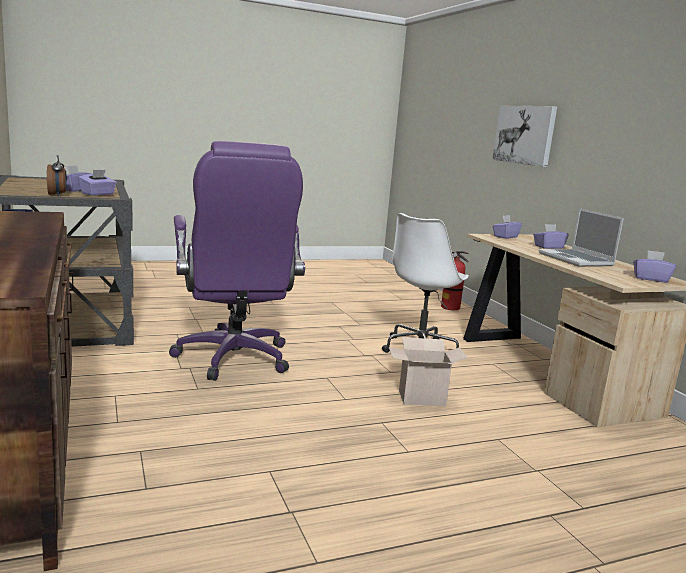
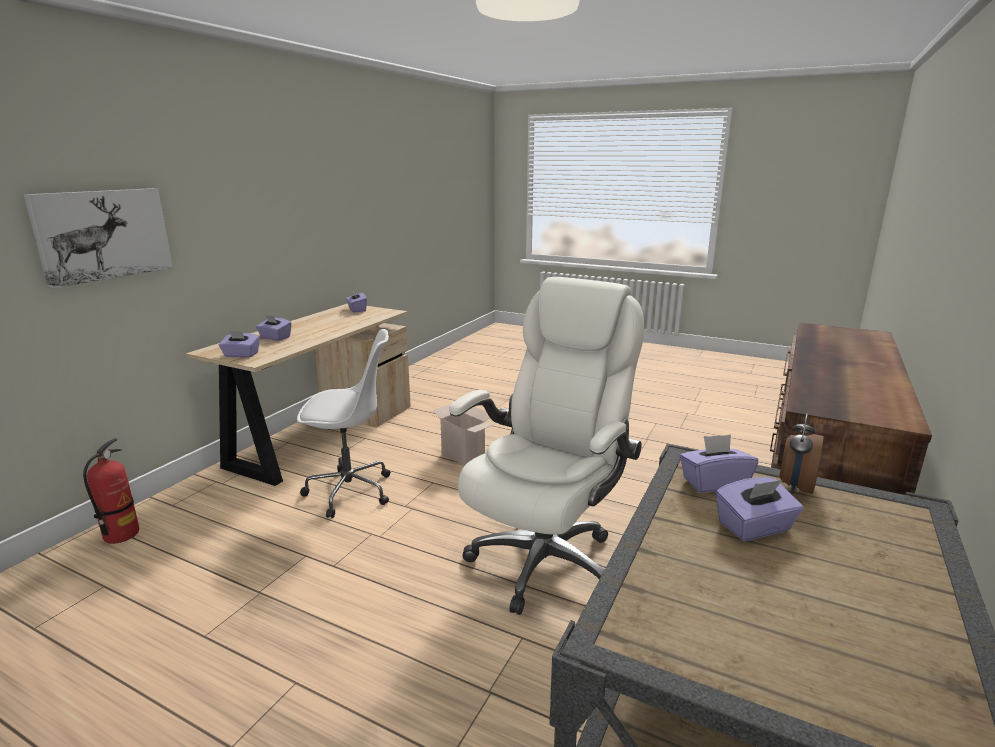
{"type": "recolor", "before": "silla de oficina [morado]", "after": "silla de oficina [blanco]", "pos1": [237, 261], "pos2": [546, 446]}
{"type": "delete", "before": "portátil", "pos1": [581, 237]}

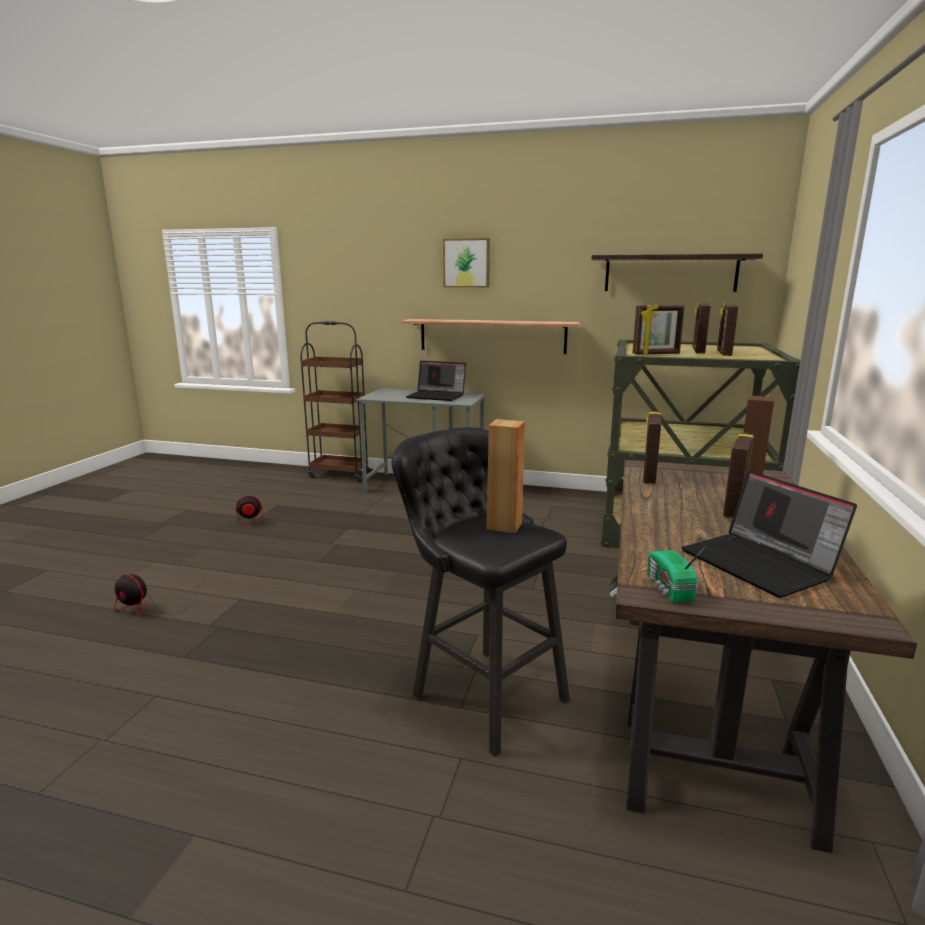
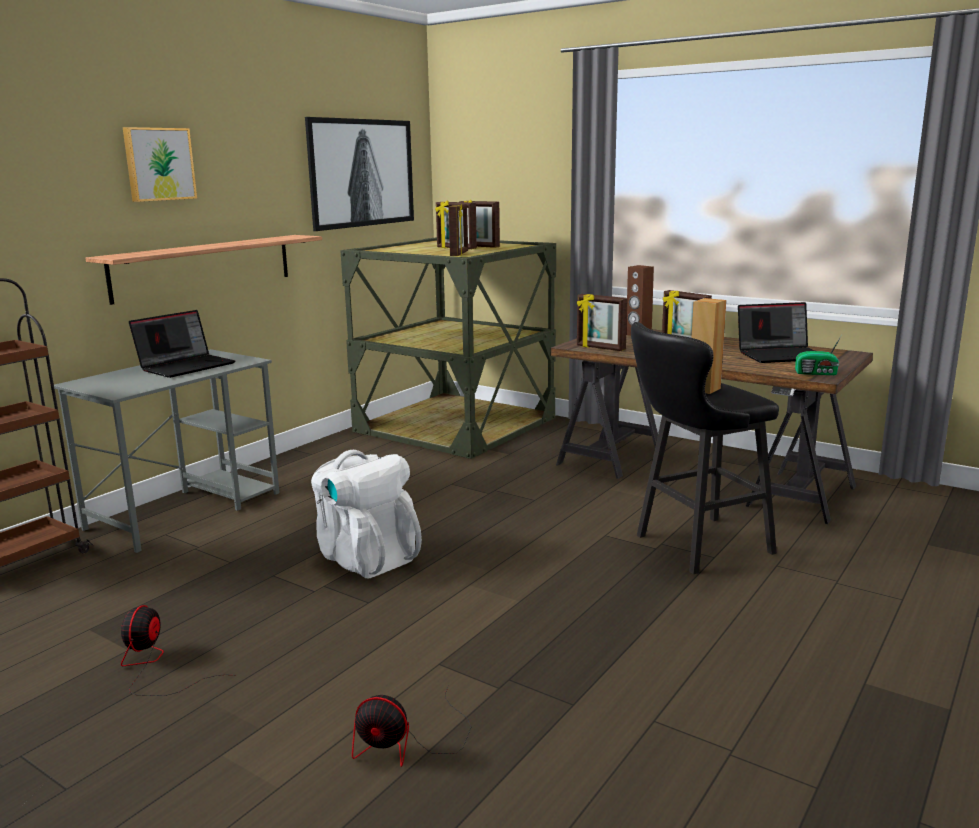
{"type": "replace", "before": "estante", "after": "cuadro", "pos1": [677, 273], "pos2": [359, 174]}
{"type": "insert", "after": "mochila [blanco]", "pos2": [366, 514]}
{"type": "rotate", "before": "ventilador", "pos1": [160, 595], "pos2": [411, 726], "turn": 60}

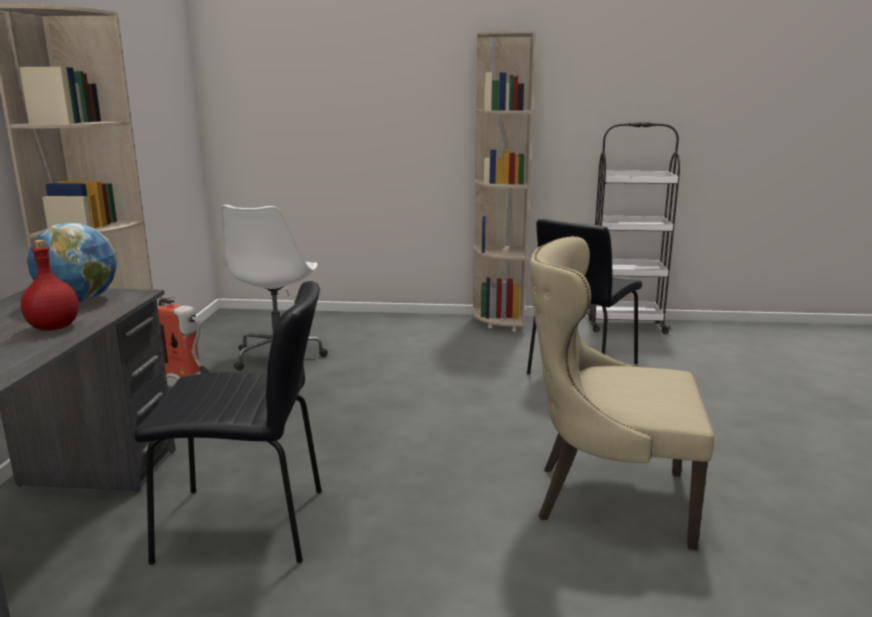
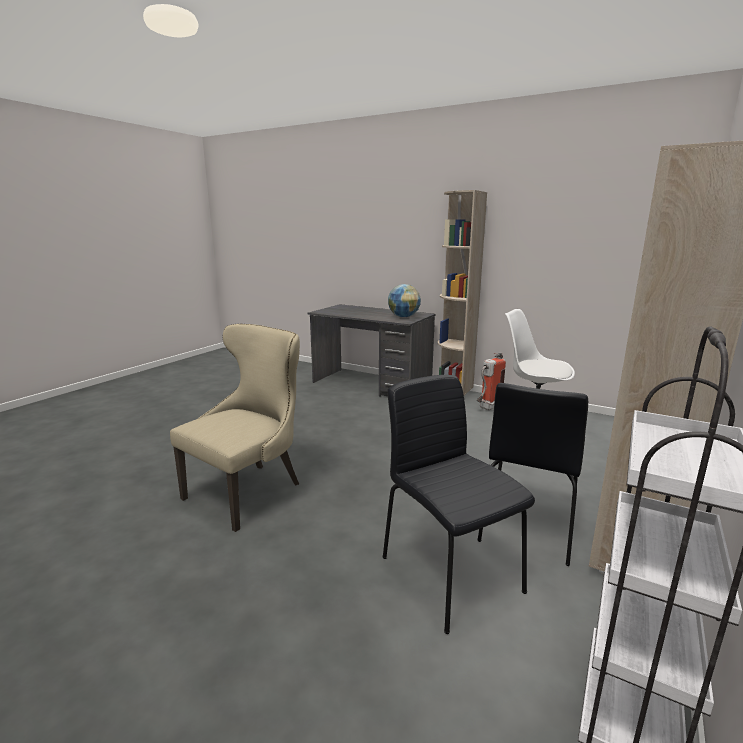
{"type": "move", "before": "silla [negro]", "pos1": [228, 423], "pos2": [532, 474]}
{"type": "delete", "before": "botella [rojo]", "pos1": [50, 285]}

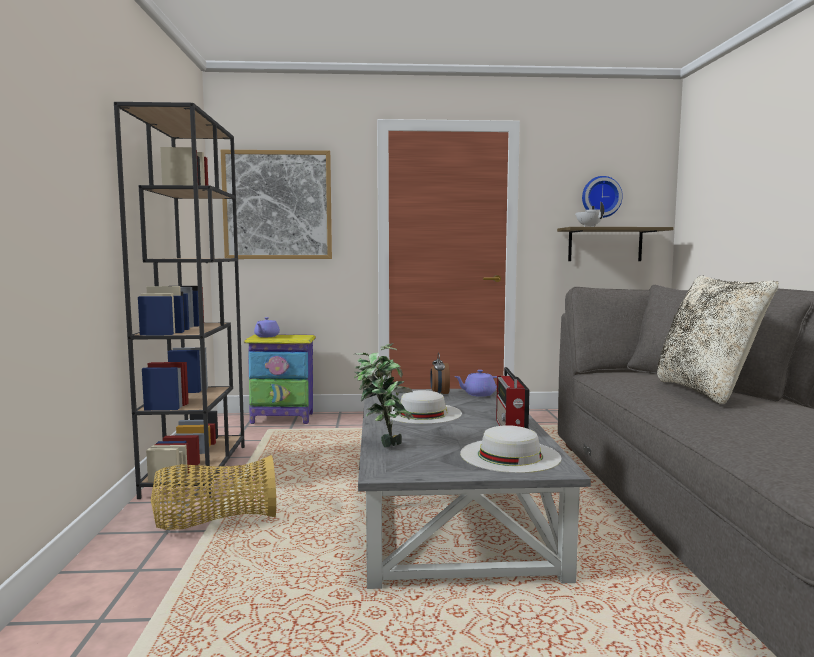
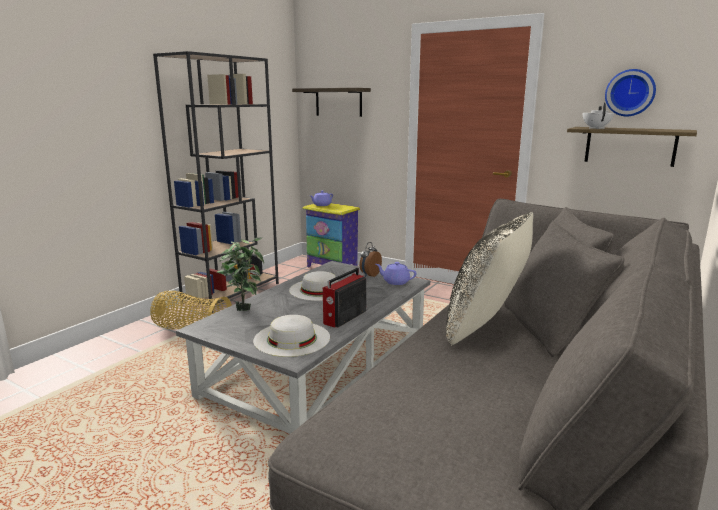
{"type": "replace", "before": "cuadro", "after": "estante", "pos1": [276, 204], "pos2": [331, 102]}

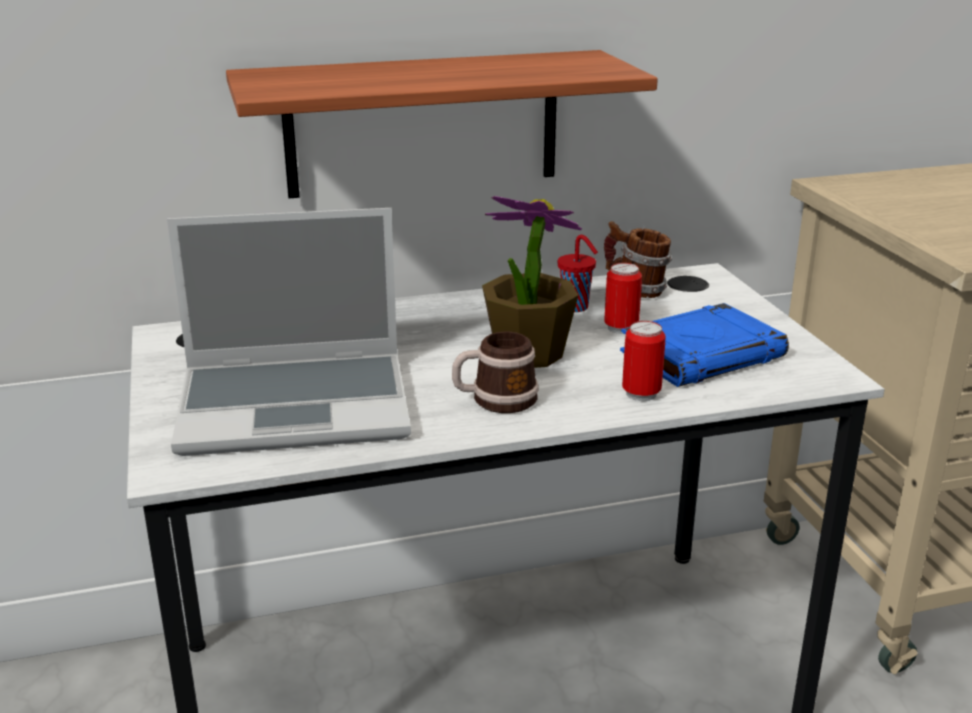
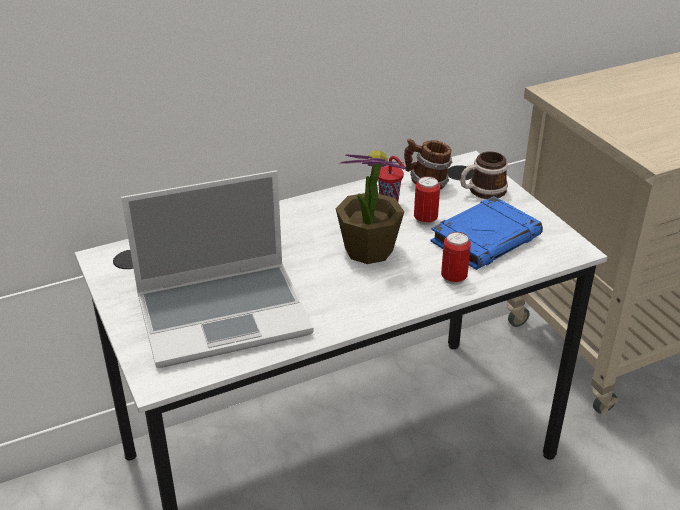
{"type": "move", "before": "taza grande", "pos1": [495, 372], "pos2": [484, 175]}
{"type": "delete", "before": "estante", "pos1": [442, 124]}

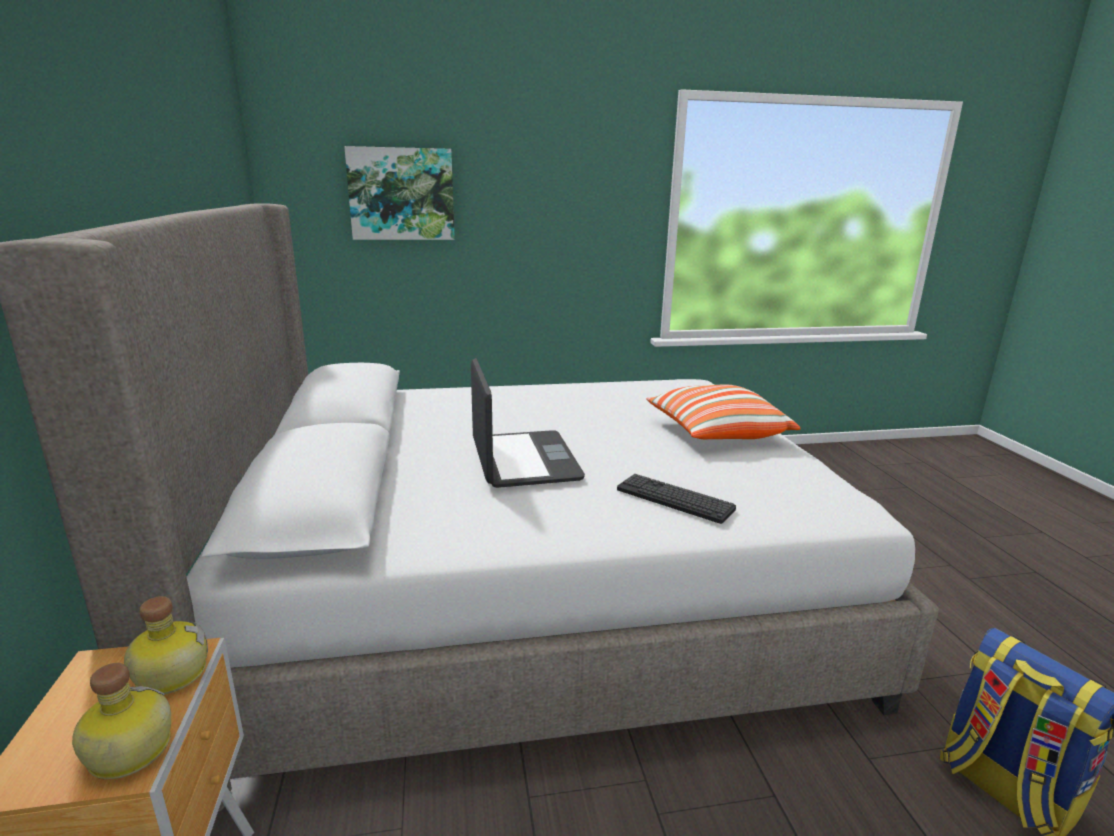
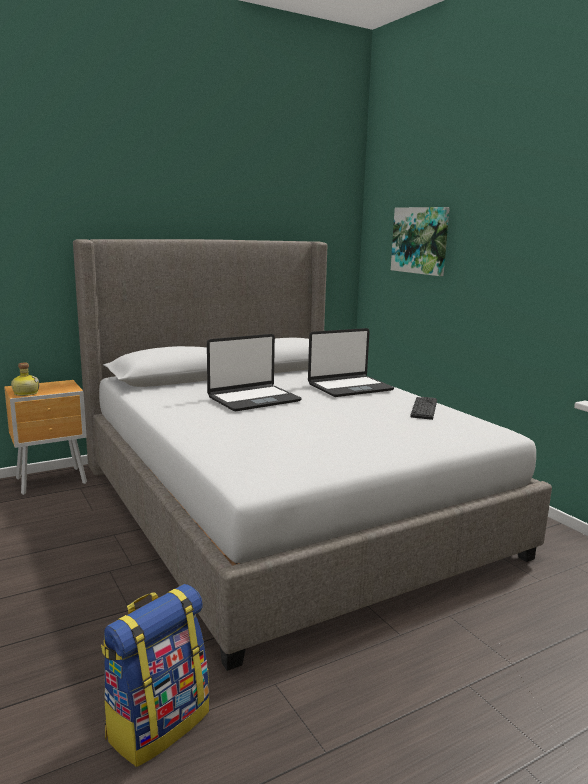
{"type": "insert", "after": "portátil", "pos2": [351, 362]}
{"type": "move", "before": "teclado", "pos1": [676, 499], "pos2": [423, 408]}
{"type": "delete", "before": "botella", "pos1": [166, 645]}
{"type": "delete", "before": "cojín", "pos1": [723, 412]}

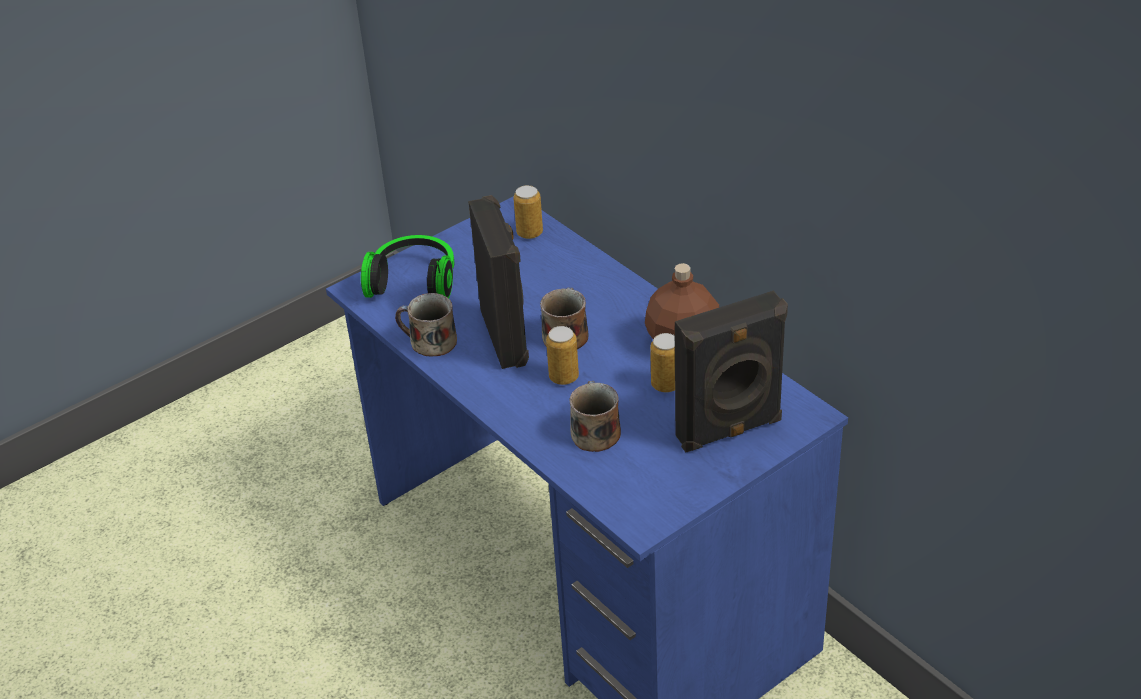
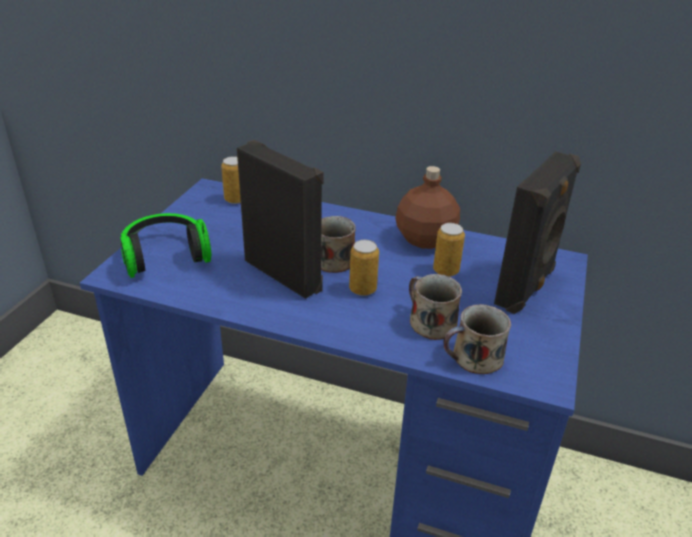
{"type": "move", "before": "taza grande", "pos1": [426, 324], "pos2": [477, 339]}

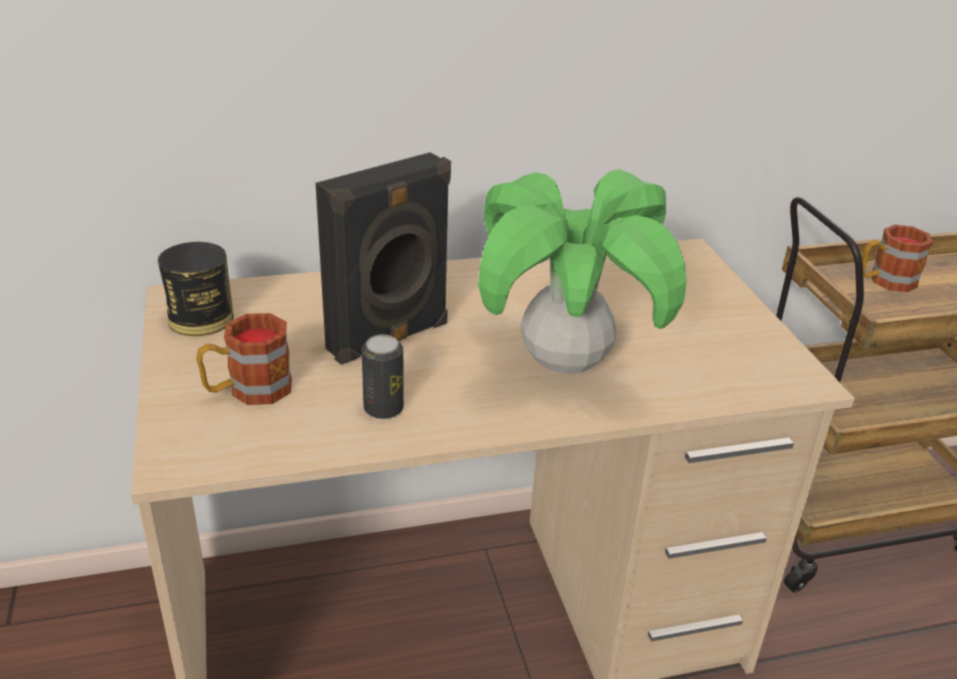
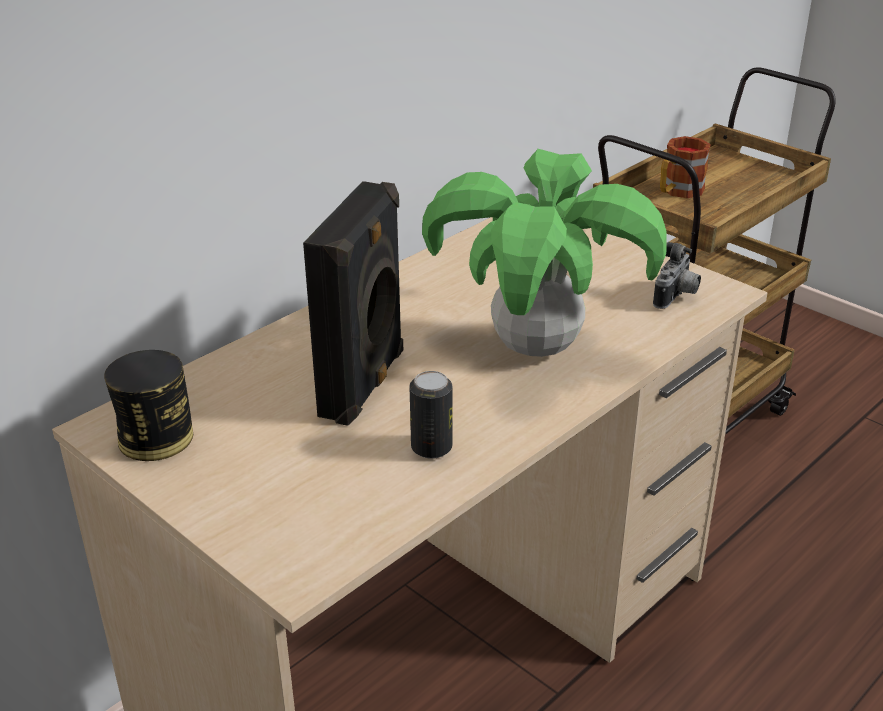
{"type": "insert", "after": "cámara", "pos2": [677, 275]}
{"type": "delete", "before": "taza grande", "pos1": [244, 359]}

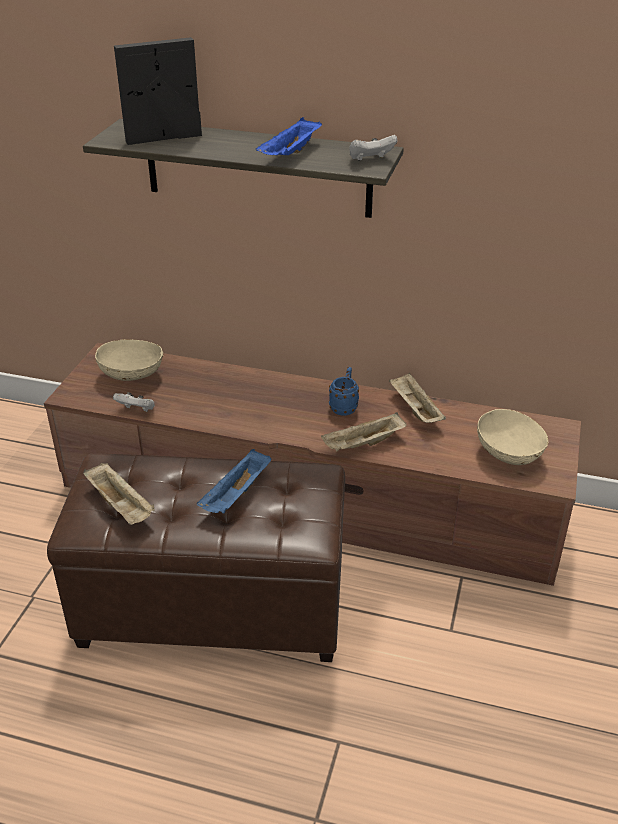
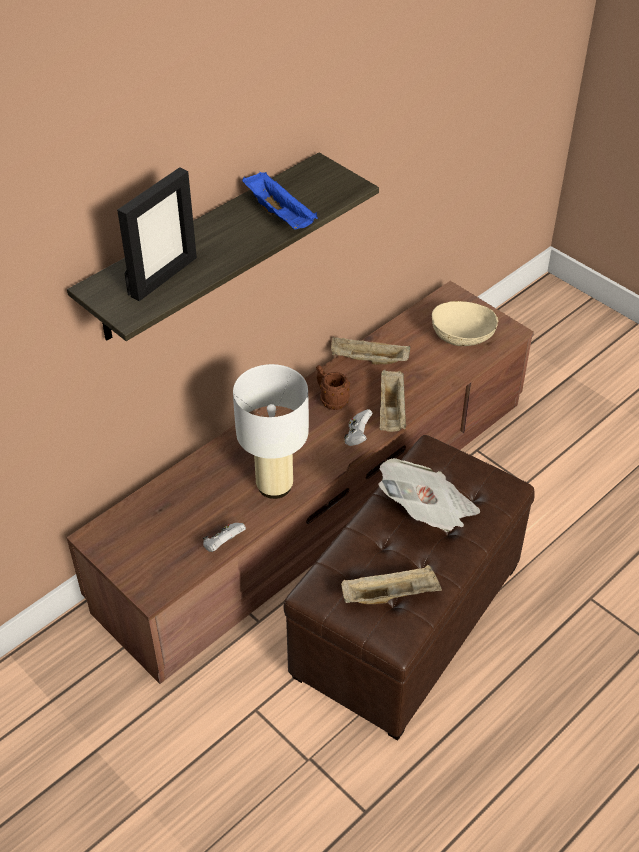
{"type": "rotate", "before": "portarretratos", "pos1": [158, 91], "pos2": [157, 234], "turn": -150}
{"type": "insert", "after": "lámpara de mesa [blanco]", "pos2": [271, 431]}
{"type": "recolor", "before": "taza grande [azul]", "after": "taza grande [marrón]", "pos1": [344, 391], "pos2": [333, 387]}
{"type": "move", "before": "mando de consola [blanco]", "pos1": [373, 148], "pos2": [358, 427]}
{"type": "replace", "before": "bandeja [azul]", "after": "periódico", "pos1": [234, 481], "pos2": [429, 495]}
{"type": "delete", "before": "cuenco [beis]", "pos1": [129, 360]}

